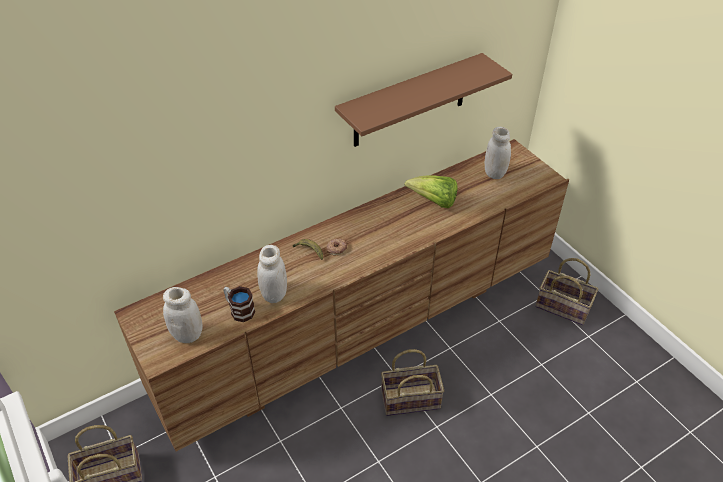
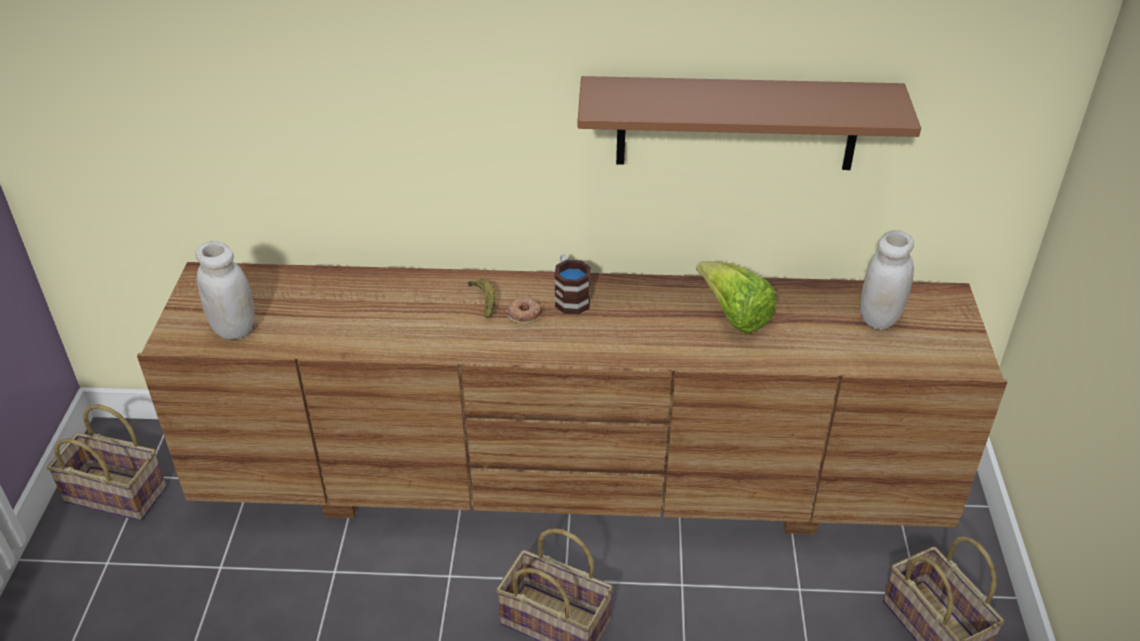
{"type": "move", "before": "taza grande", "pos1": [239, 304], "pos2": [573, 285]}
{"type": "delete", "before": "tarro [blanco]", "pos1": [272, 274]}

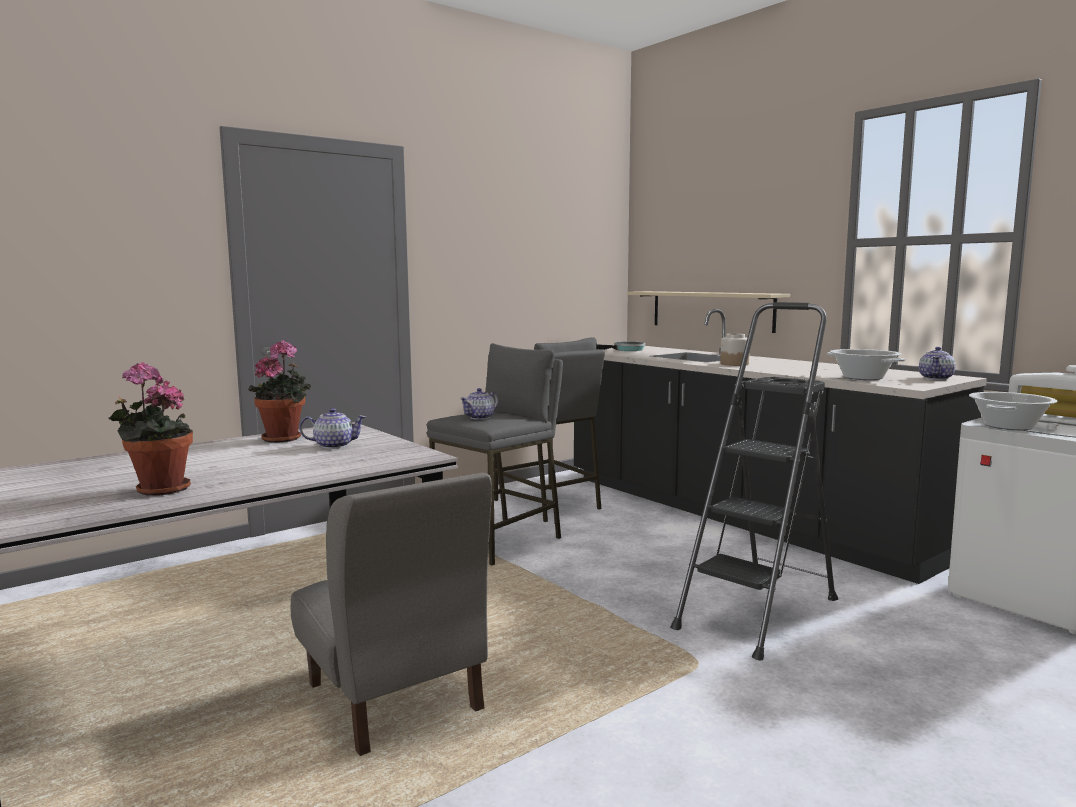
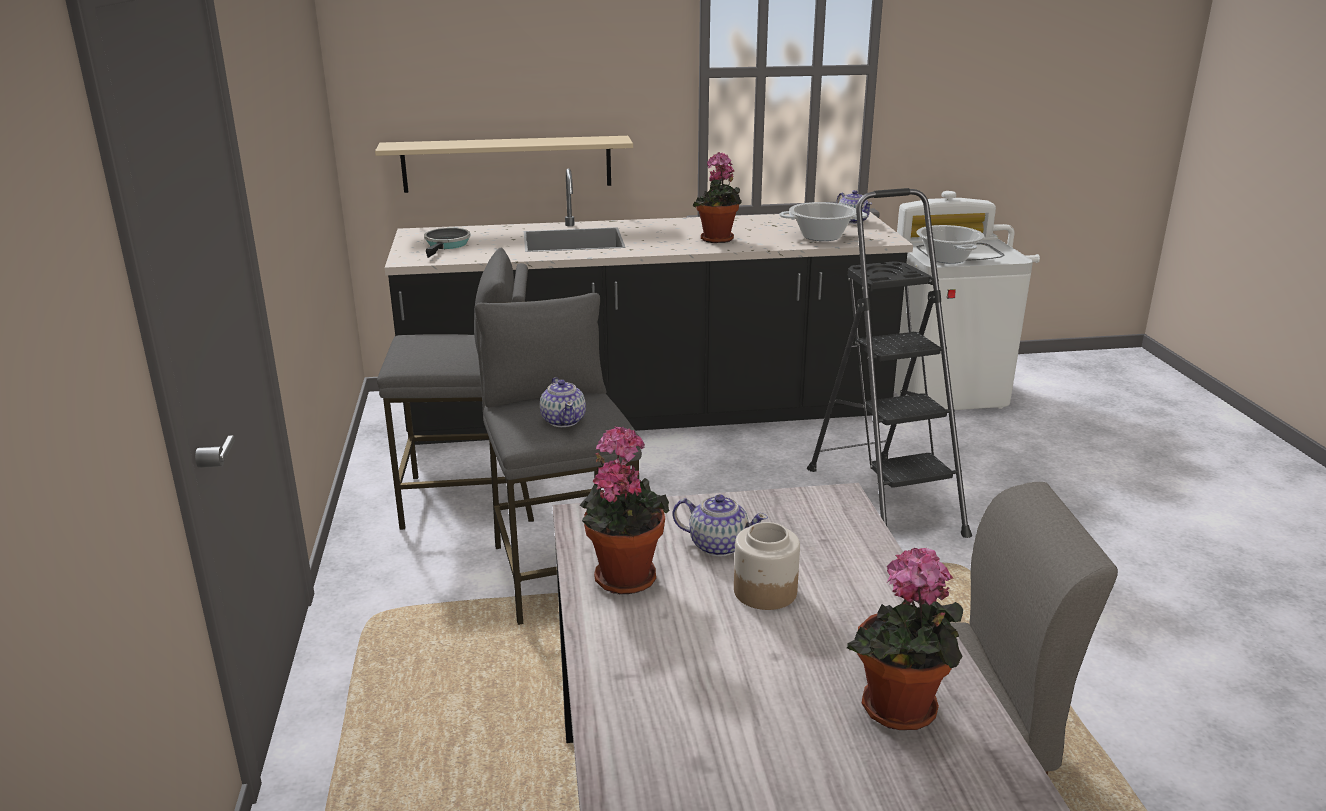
{"type": "rotate", "before": "tetera", "pos1": [333, 428], "pos2": [720, 525], "turn": 90}
{"type": "insert", "after": "planta en maceta", "pos2": [717, 197]}
{"type": "move", "before": "tarro", "pos1": [734, 349], "pos2": [767, 566]}

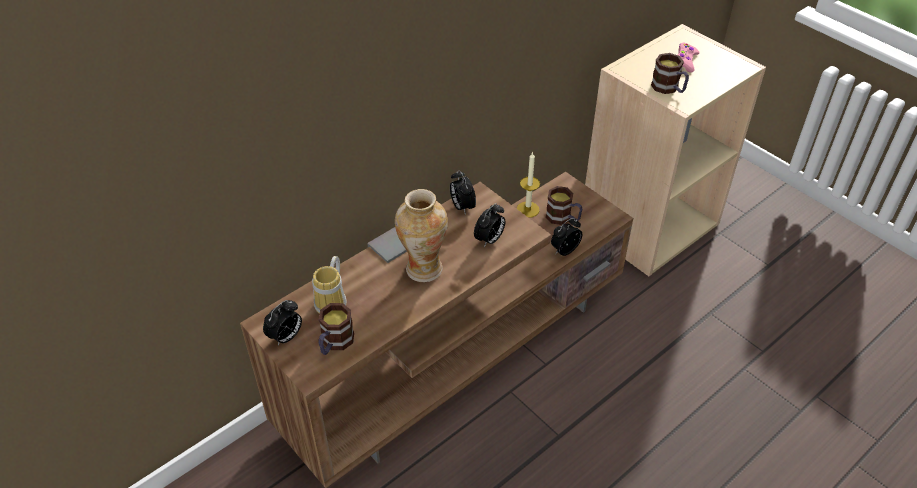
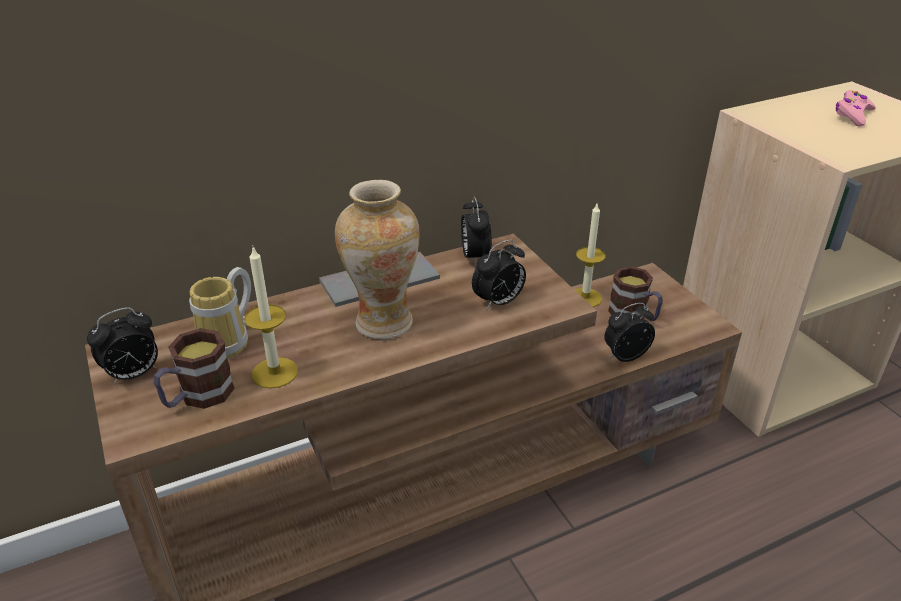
{"type": "insert", "after": "vela", "pos2": [271, 318]}
{"type": "delete", "before": "taza grande", "pos1": [670, 73]}

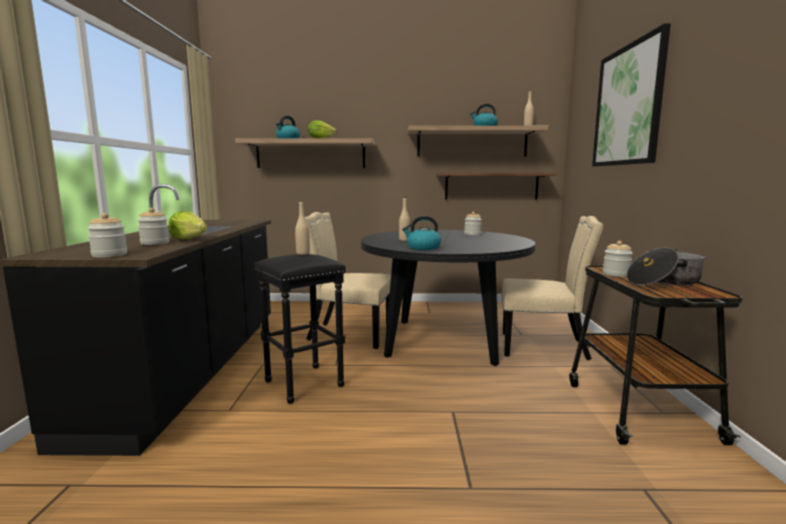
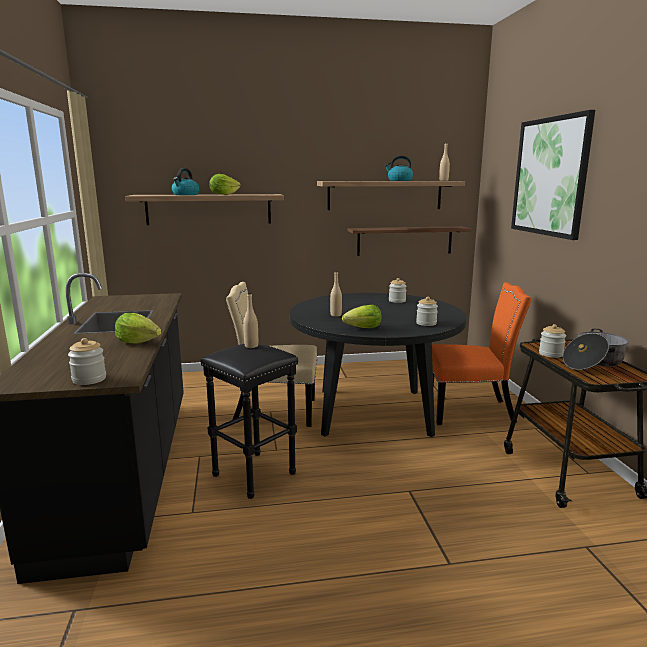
{"type": "replace", "before": "hervidor", "after": "lechuga", "pos1": [421, 233], "pos2": [362, 316]}
{"type": "move", "before": "tarro", "pos1": [153, 226], "pos2": [427, 311]}
{"type": "recolor", "before": "silla [beis]", "after": "silla [naranja]", "pos1": [552, 288], "pos2": [481, 353]}

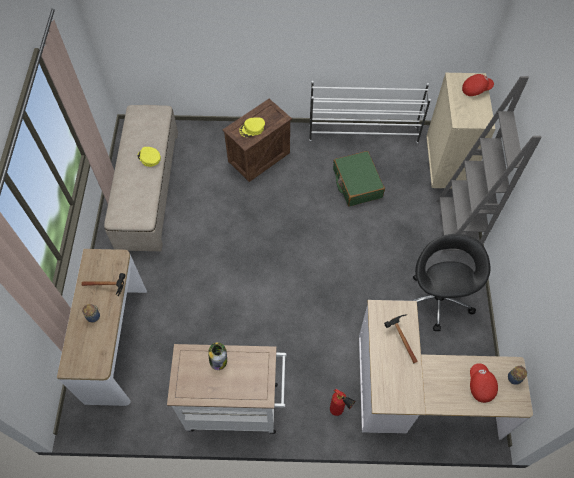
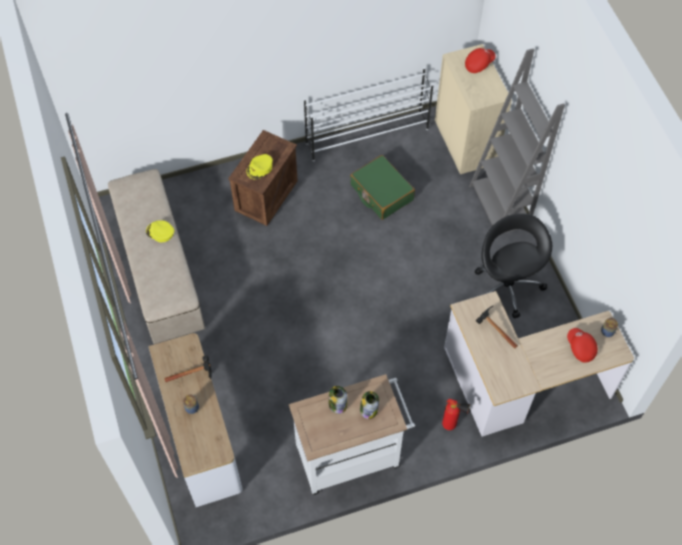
{"type": "insert", "after": "tarro", "pos2": [369, 405]}

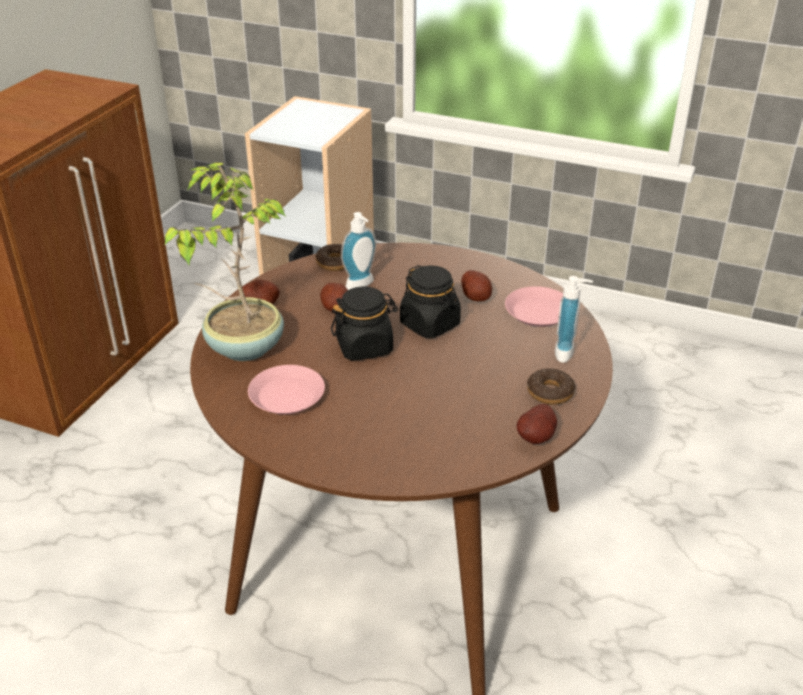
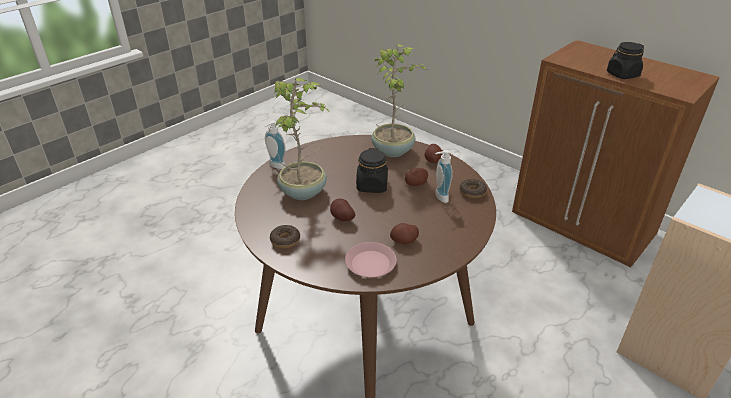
{"type": "move", "before": "dispensador de jabón", "pos1": [574, 319], "pos2": [275, 145]}
{"type": "insert", "after": "planta en maceta", "pos2": [302, 139]}
{"type": "move", "before": "patata", "pos1": [537, 424], "pos2": [342, 210]}
{"type": "move", "before": "tarro [negro]", "pos1": [430, 301], "pos2": [625, 60]}
{"type": "delete", "before": "plato [rosa]", "pos1": [286, 389]}

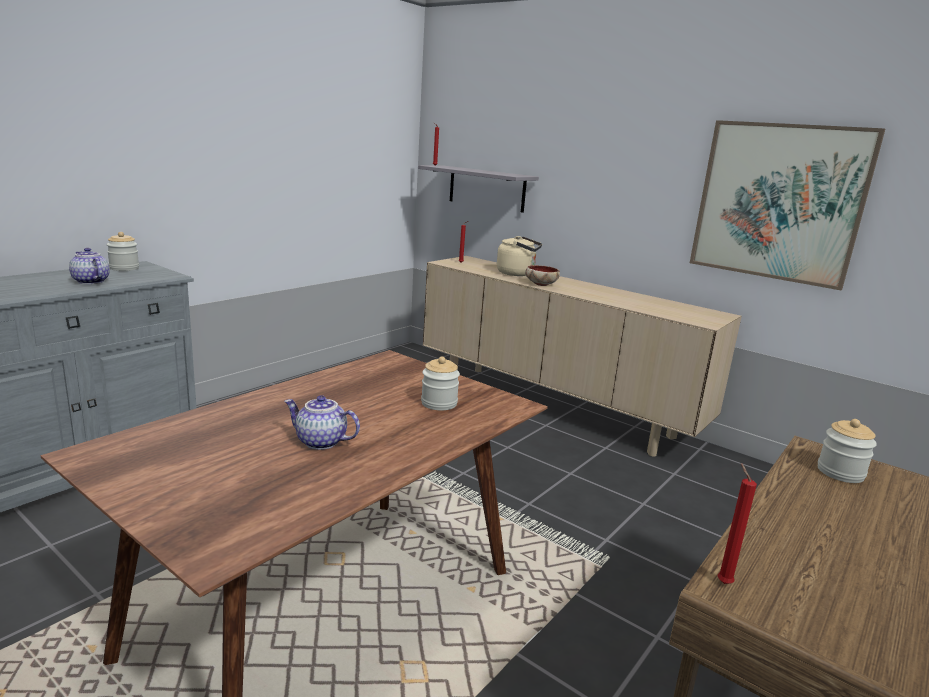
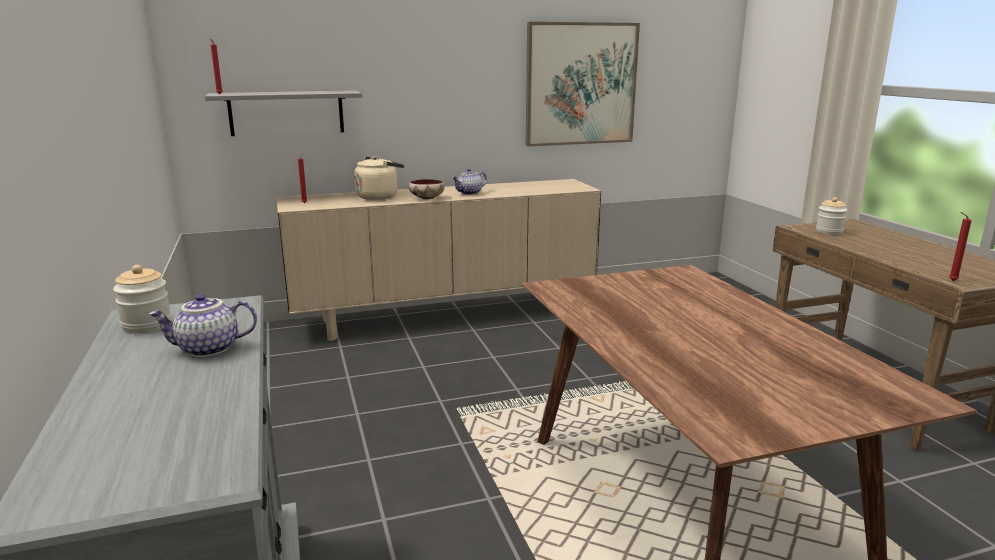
{"type": "move", "before": "tetera", "pos1": [322, 422], "pos2": [469, 182]}
{"type": "delete", "before": "tarro", "pos1": [440, 383]}

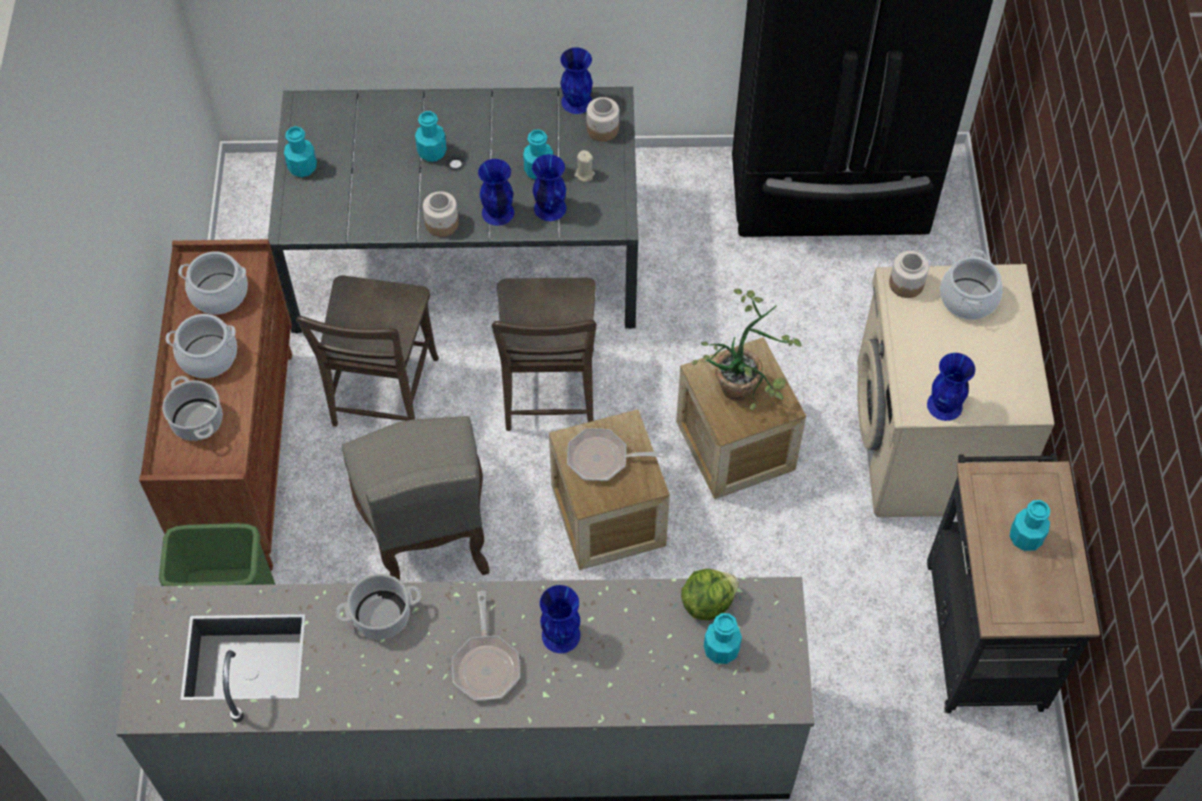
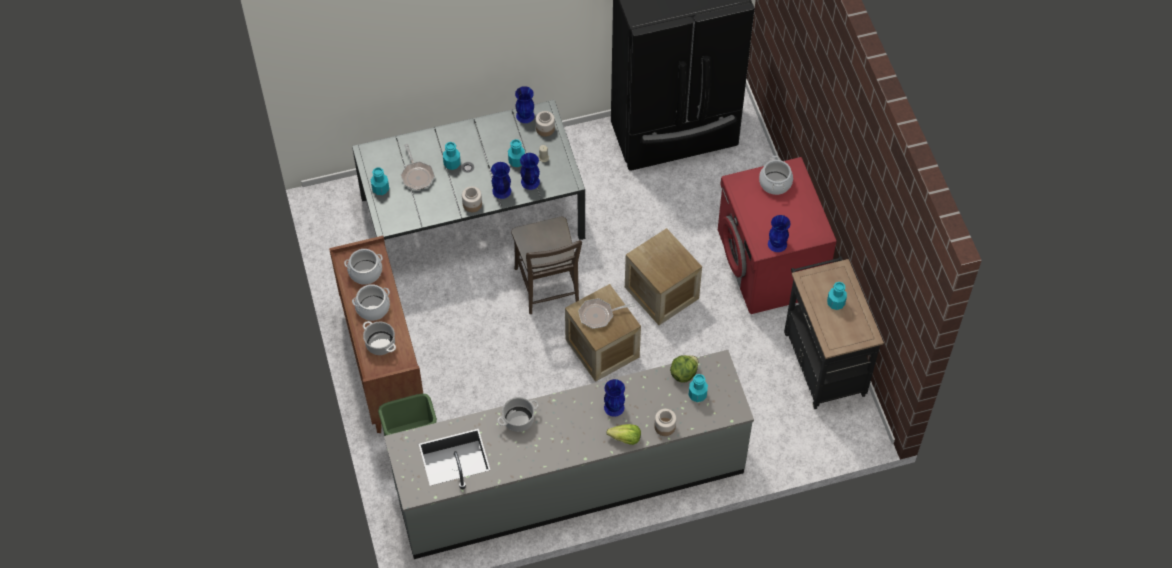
{"type": "move", "before": "sartén", "pos1": [486, 646], "pos2": [418, 167]}
{"type": "insert", "after": "lechuga", "pos2": [624, 434]}
{"type": "move", "before": "tarro", "pos1": [909, 274], "pos2": [665, 422]}
{"type": "recolor", "before": "lavadora [beis]", "after": "lavadora [rojo]", "pos1": [956, 390], "pos2": [777, 235]}
{"type": "delete", "before": "silla [marrón]", "pos1": [367, 351]}
{"type": "delete", "before": "silla [gris]", "pos1": [416, 498]}
{"type": "delete", "before": "planta en maceta", "pos1": [747, 349]}

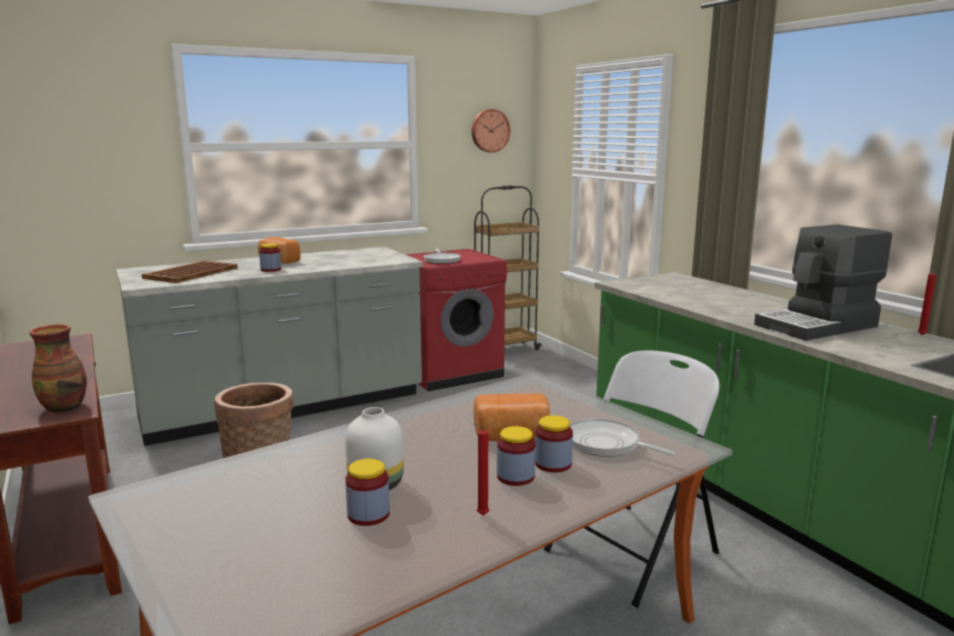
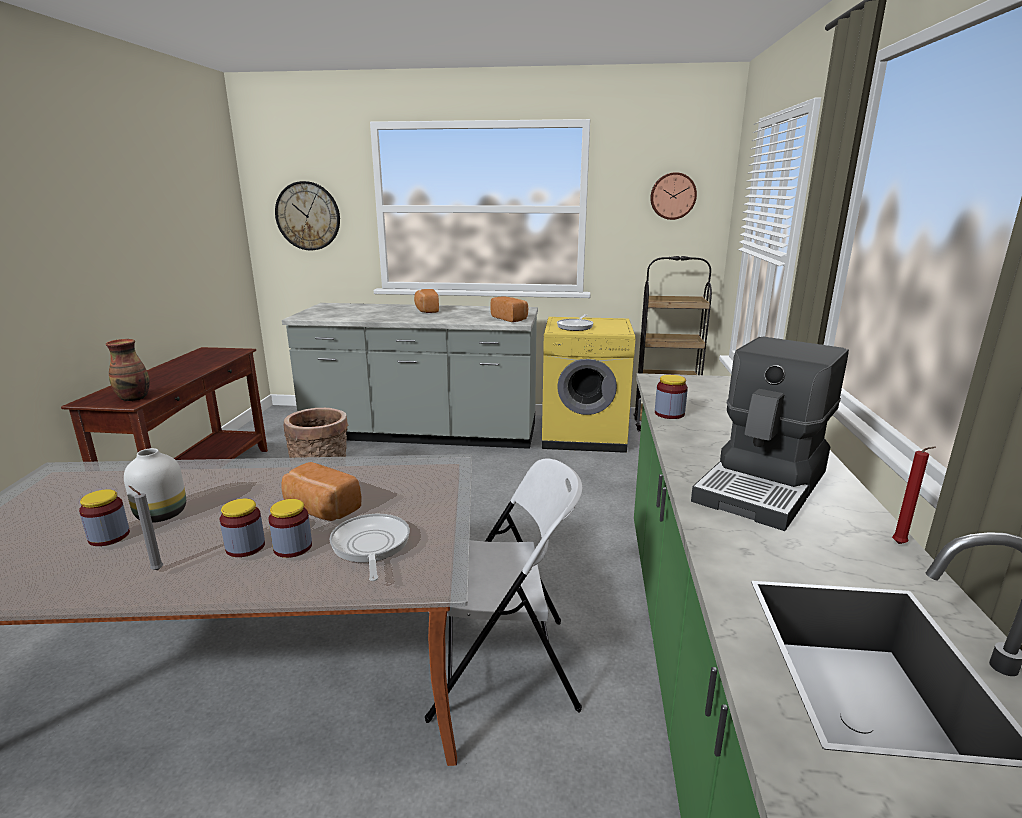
{"type": "recolor", "before": "vela [rojo]", "after": "vela [gris]", "pos1": [481, 469], "pos2": [146, 528]}
{"type": "insert", "after": "reloj de pared", "pos2": [307, 216]}
{"type": "insert", "after": "pan", "pos2": [509, 309]}
{"type": "recolor", "before": "lavadora [rojo]", "after": "lavadora [amarillo]", "pos1": [456, 320], "pos2": [589, 385]}
{"type": "move", "before": "tarro", "pos1": [270, 257], "pos2": [671, 397]}
{"type": "rotate", "before": "cafetera", "pos1": [823, 282], "pos2": [770, 434], "turn": -60}
{"type": "delete", "before": "bandeja [marrón]", "pos1": [189, 272]}

